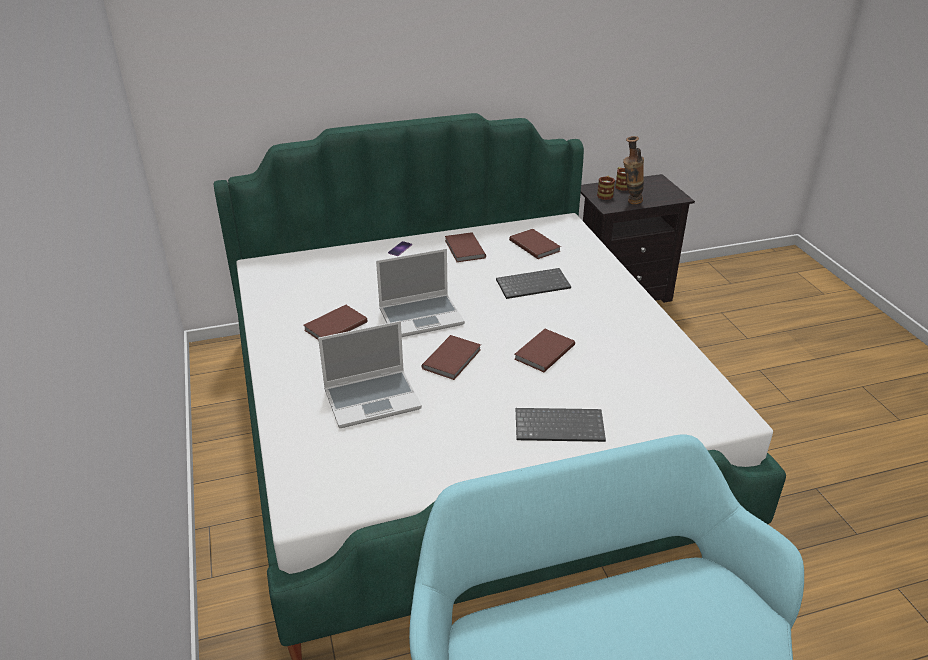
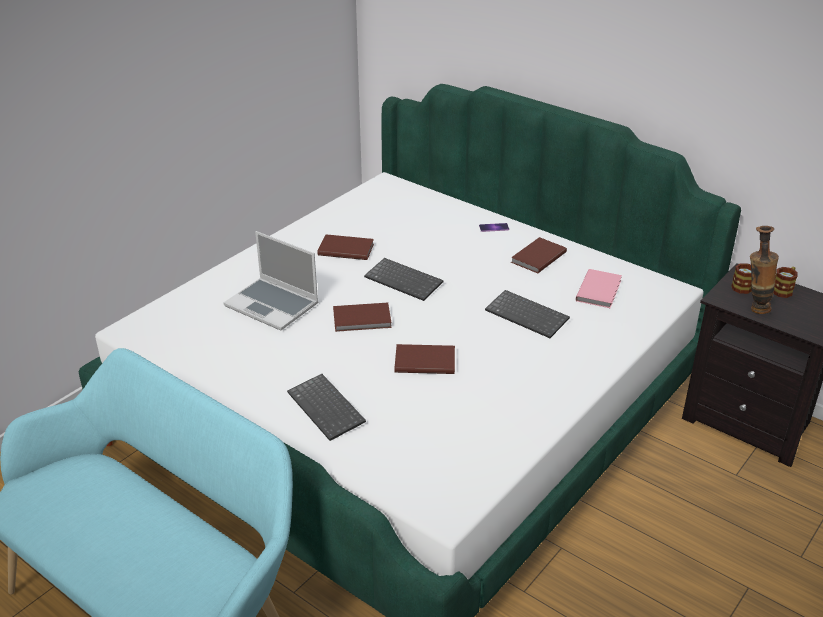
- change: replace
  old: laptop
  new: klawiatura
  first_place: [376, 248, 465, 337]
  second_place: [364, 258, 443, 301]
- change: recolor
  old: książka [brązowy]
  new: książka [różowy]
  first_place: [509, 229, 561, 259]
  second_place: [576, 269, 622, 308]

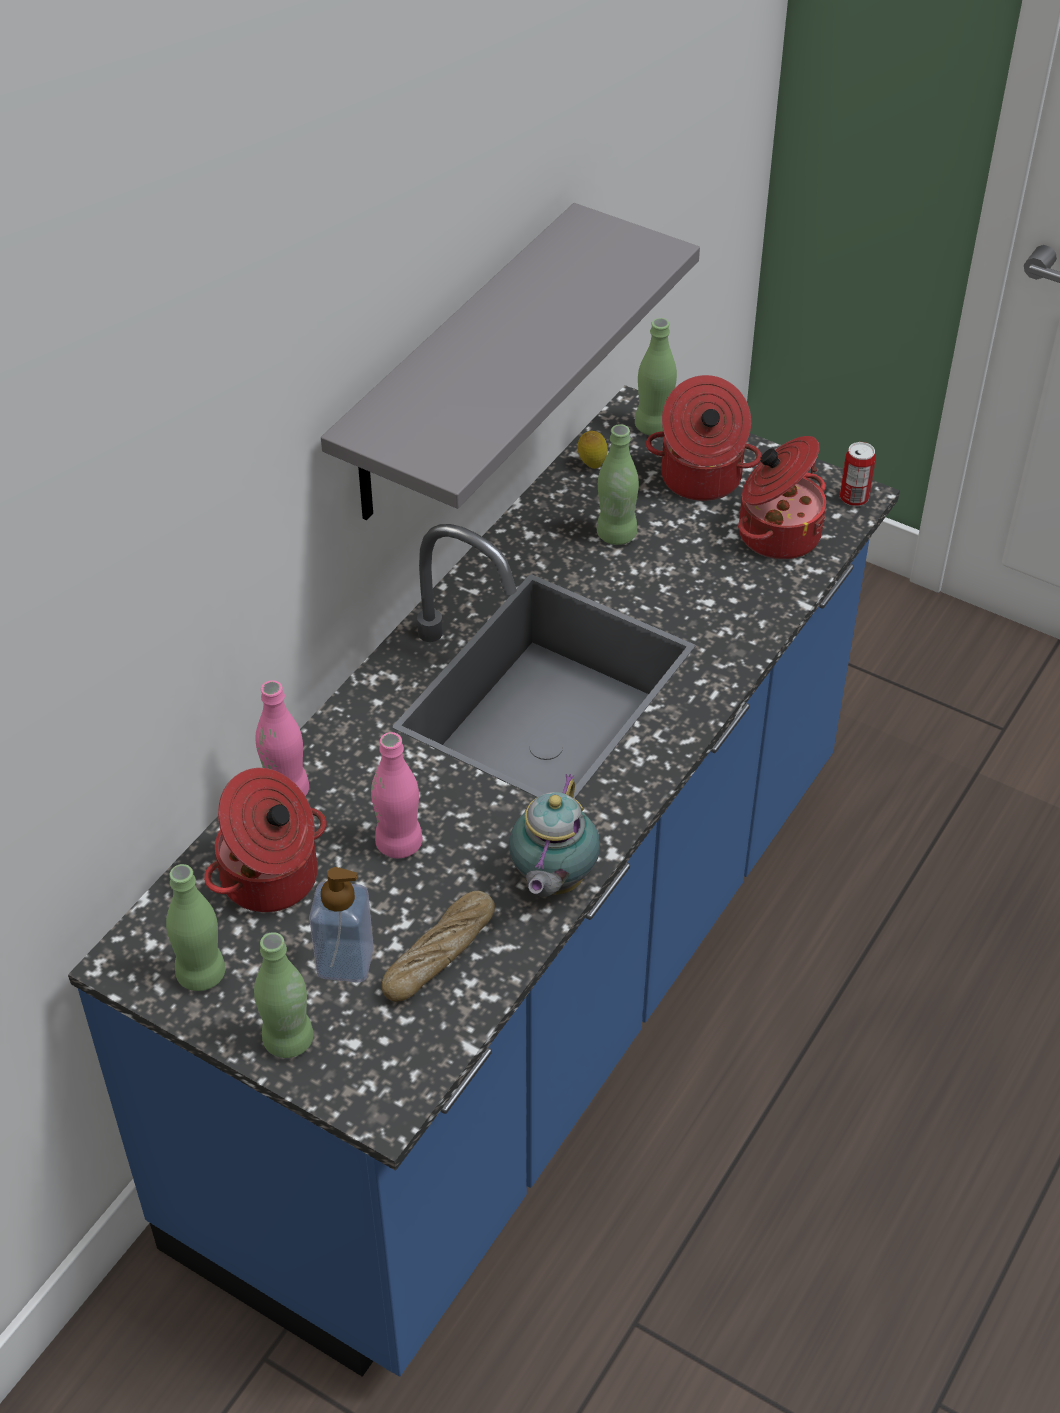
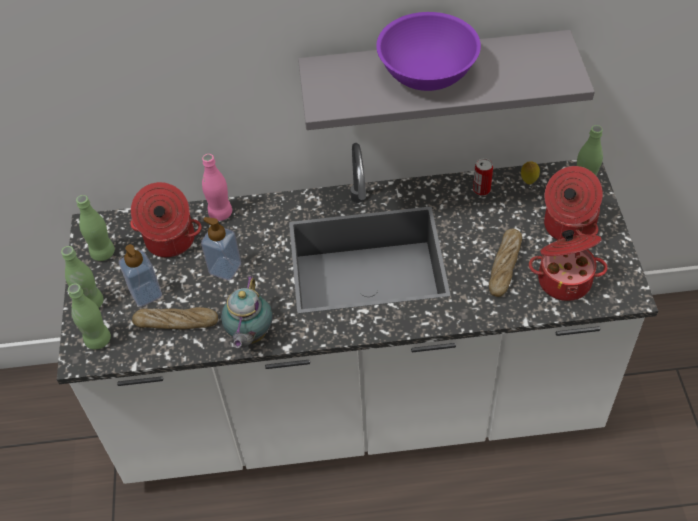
- change: recolor
  old: zabudowa kuchenna [niebieski]
  new: zabudowa kuchenna [biały]
  first_place: [68, 385, 900, 1377]
  second_place: [57, 143, 658, 484]
- change: move
  old: butelka [zielony]
  first_place: [597, 424, 639, 545]
  second_place: [68, 283, 111, 349]
- change: replace
  old: butelka [różowy]
  new: dozownik mydła
  first_place: [371, 732, 422, 858]
  second_place: [201, 217, 241, 280]
- change: rotate
  old: imbryk
  first_place: [509, 774, 600, 897]
  second_place: [221, 276, 273, 348]
  degrees: -60
- change: insert
  new: miska [fioletowy]
  second_place: [376, 12, 481, 91]
- change: move
  old: puszka
  first_place: [840, 442, 876, 506]
  second_place: [473, 158, 493, 196]
- change: insert
  new: chleb
  second_place: [489, 229, 522, 297]

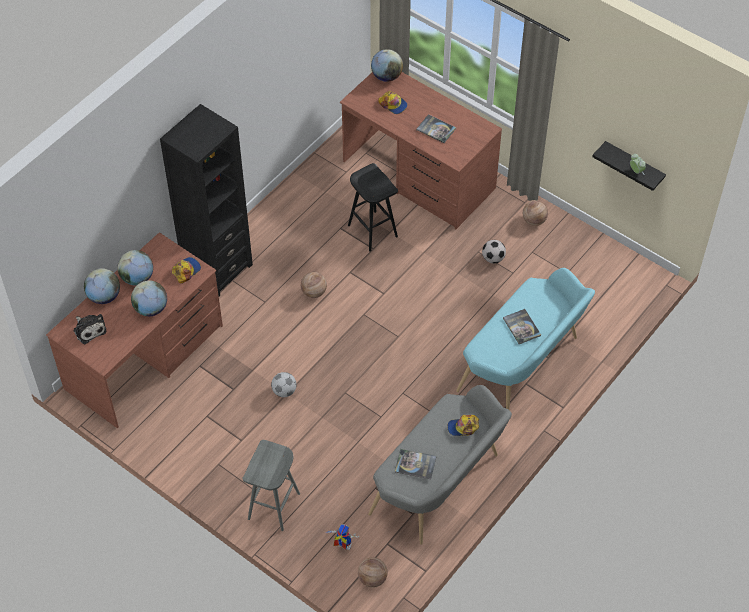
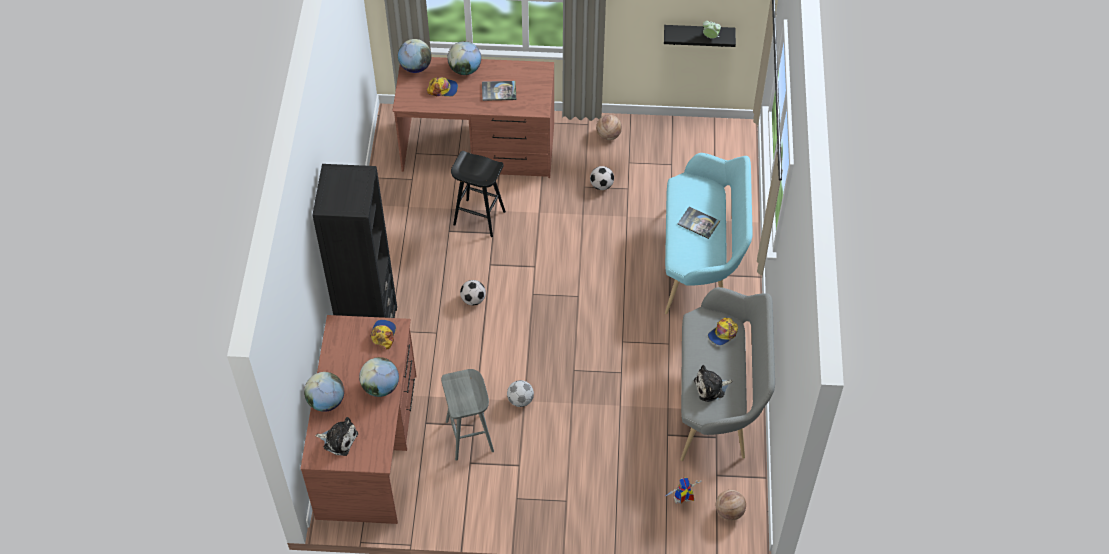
- change: move
  old: stołek [szary]
  first_place: [242, 440, 300, 531]
  second_place: [441, 369, 494, 461]
- change: move
  old: globus
  first_place: [117, 250, 153, 285]
  second_place: [447, 41, 481, 75]
- change: replace
  old: piłka do koszykówki
  new: piłka futbolowa
  first_place: [301, 272, 327, 298]
  second_place: [460, 280, 486, 305]
- change: replace
  old: książka
  new: pluszak
  first_place: [395, 449, 437, 479]
  second_place: [694, 365, 732, 402]

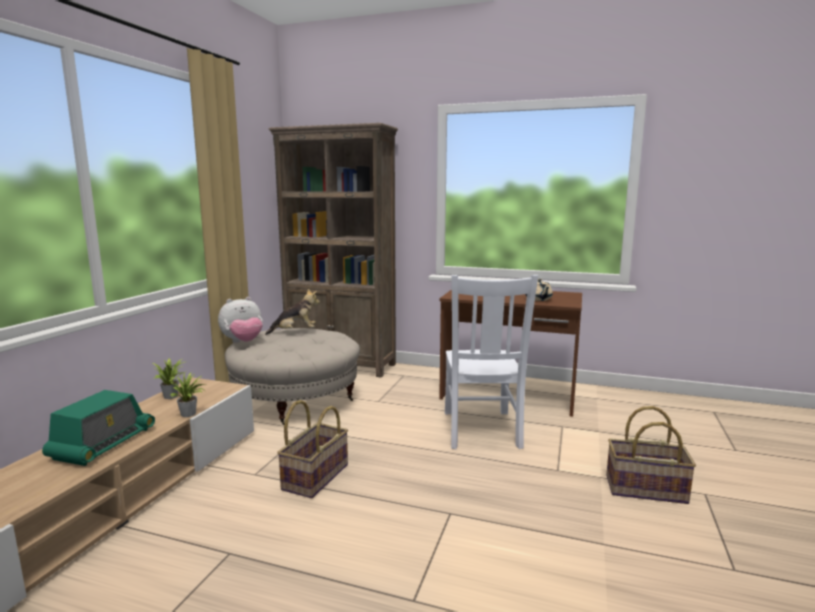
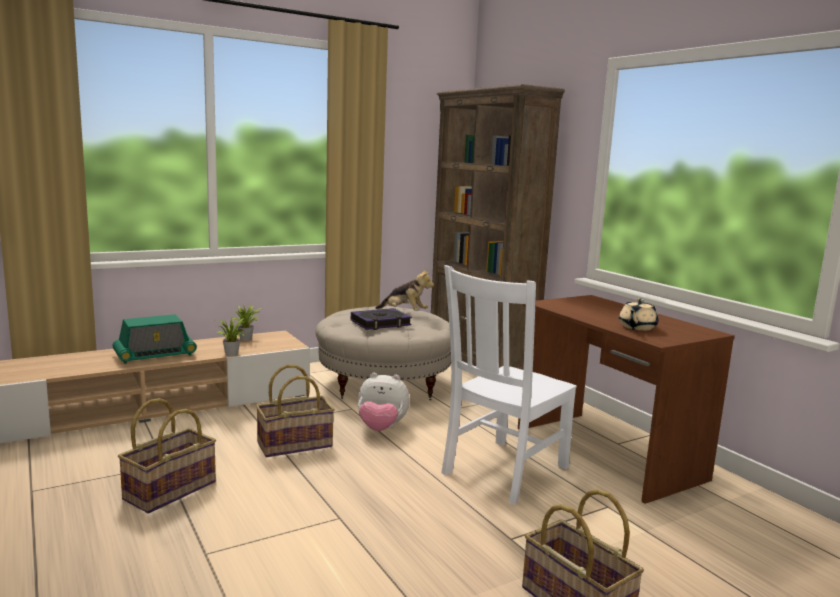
- change: insert
  new: koszyk
  second_place: [118, 398, 216, 514]
- change: insert
  new: książka
  second_place: [351, 308, 412, 330]
- change: move
  old: pluszak
  first_place: [218, 297, 263, 343]
  second_place: [358, 373, 410, 431]

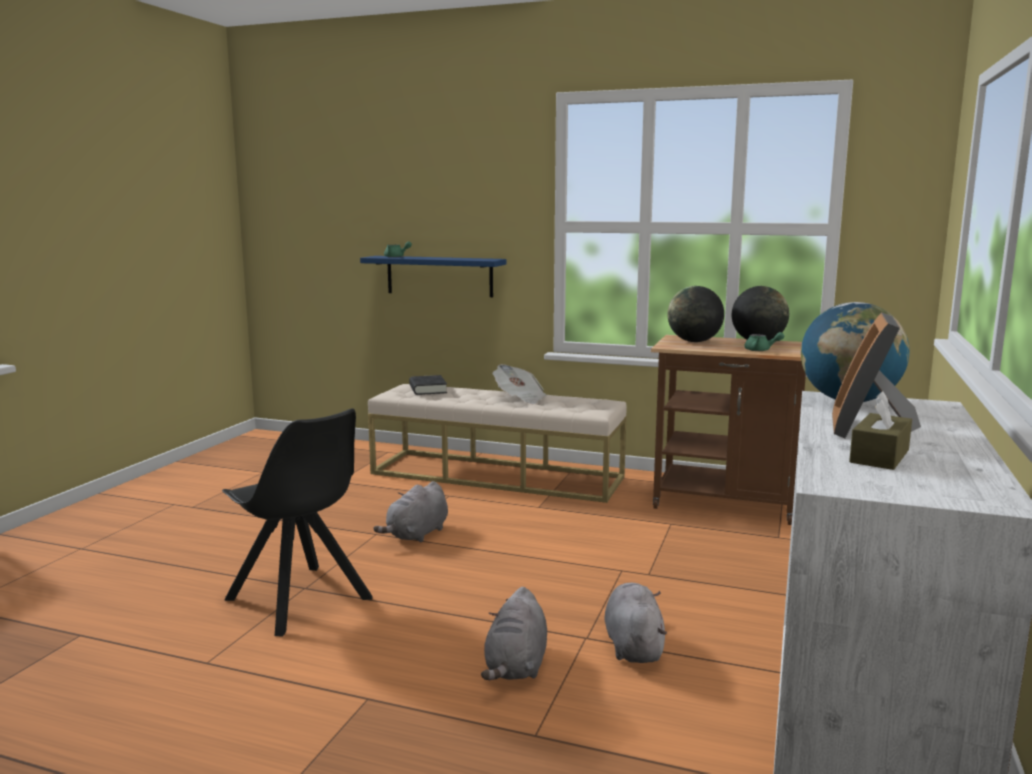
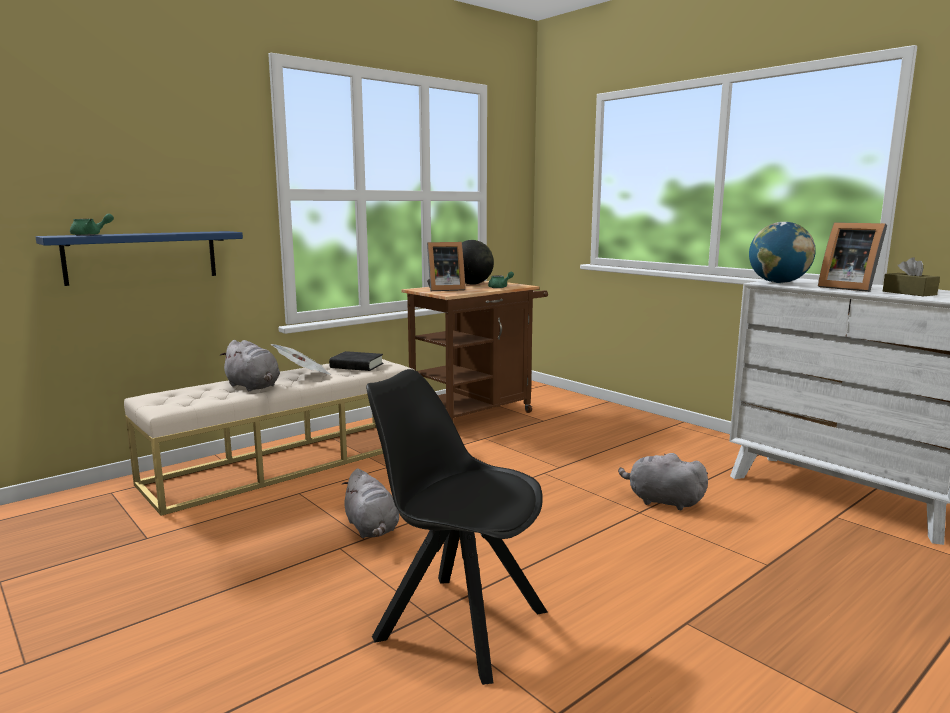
- change: move
  old: pluszak [szary]
  first_place: [481, 587, 547, 680]
  second_place: [220, 340, 280, 391]
- change: move
  old: książka [czarny]
  first_place: [409, 375, 447, 395]
  second_place: [329, 351, 383, 371]
- change: rotate
  old: krzesło [czarny]
  first_place: [222, 408, 372, 636]
  second_place: [366, 369, 548, 685]
  degrees: -135
- change: replace
  old: globus
  new: ramka na zdjęcie
  first_place: [667, 286, 724, 342]
  second_place: [427, 242, 465, 291]

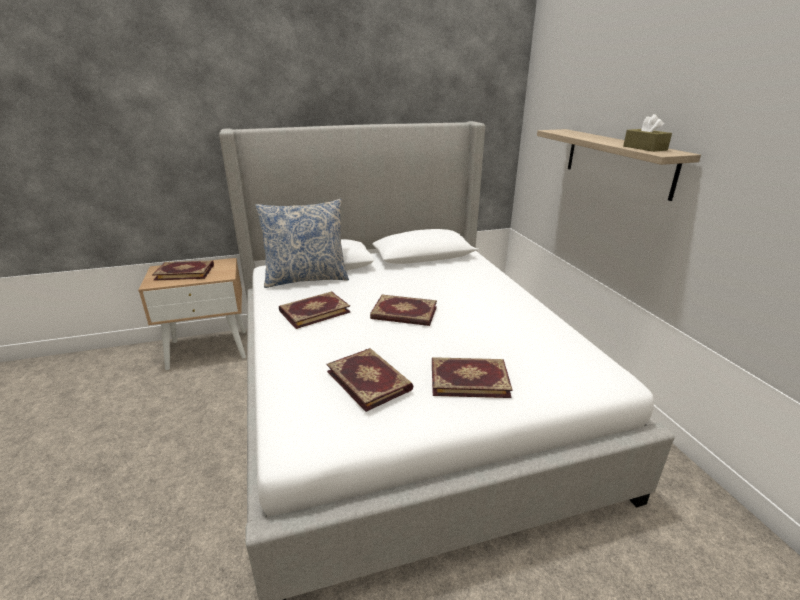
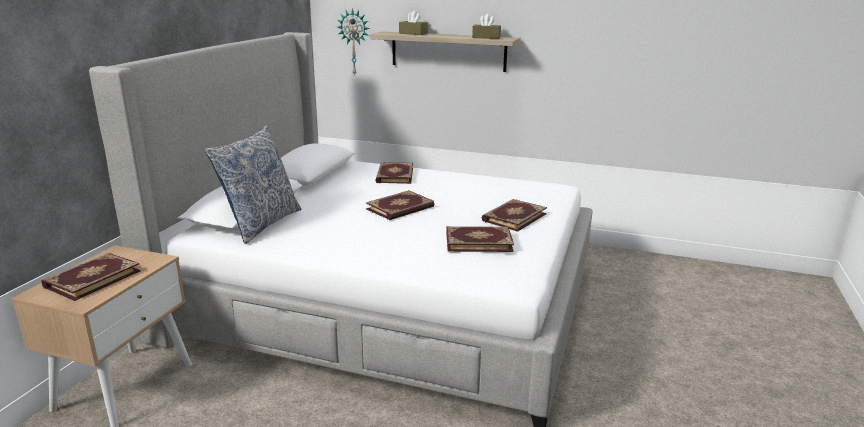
- change: insert
  new: zegar ścienny
  second_place: [337, 8, 370, 76]
- change: move
  old: książka
  first_place: [279, 291, 350, 329]
  second_place: [375, 163, 413, 184]
- change: insert
  new: pudełko chusteczek [brązowy]
  second_place: [399, 11, 428, 35]

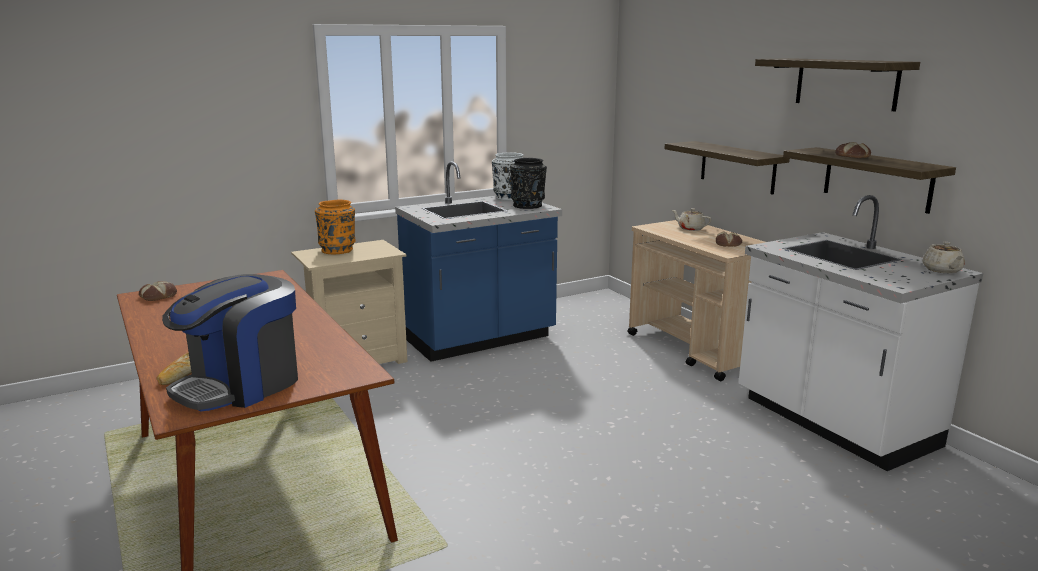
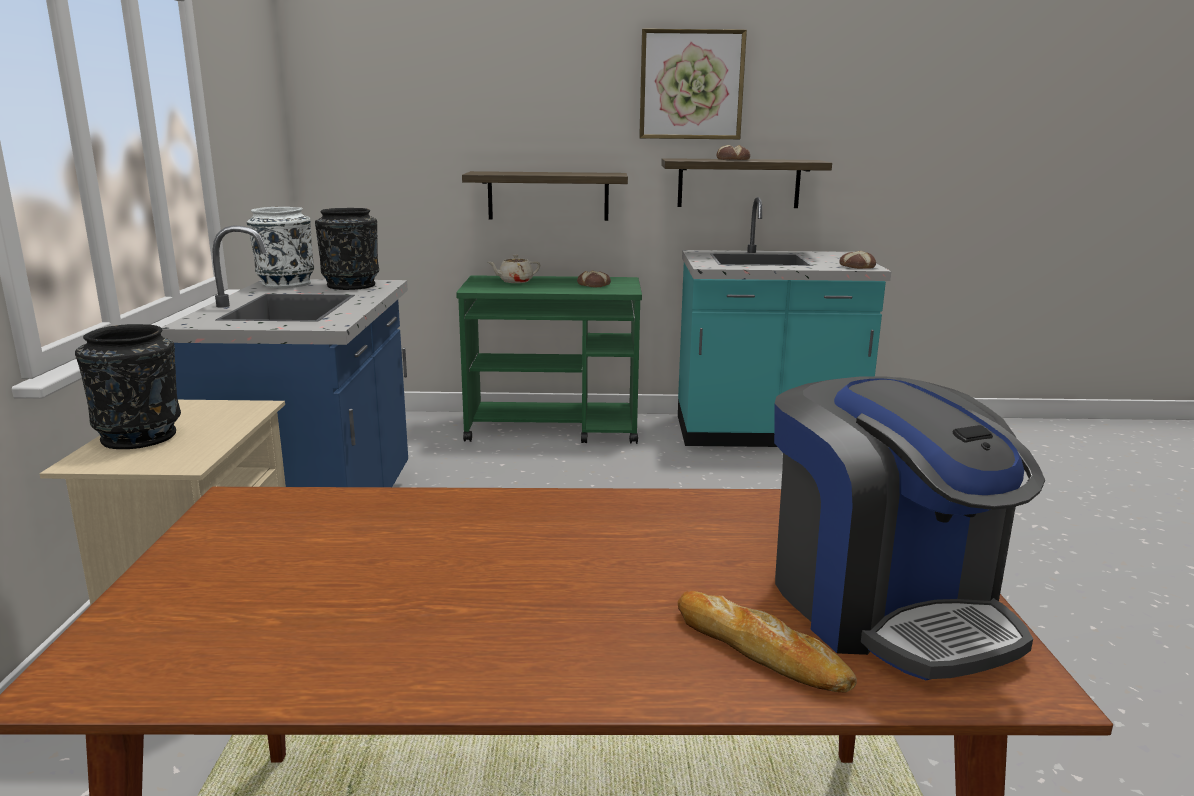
- change: recolor
  old: wazon [pomarańczowy]
  new: wazon [czarny]
  first_place: [315, 200, 356, 254]
  second_place: [75, 324, 181, 449]
- change: recolor
  old: wózek [beżowy]
  new: wózek [zielony]
  first_place: [627, 220, 765, 381]
  second_place: [456, 275, 642, 444]
- change: replace
  old: półka
  new: obraz
  first_place: [755, 58, 920, 112]
  second_place: [639, 29, 747, 139]
- change: recolor
  old: zabudowa kuchenna [biały]
  new: zabudowa kuchenna [turkusowy]
  first_place: [738, 195, 983, 471]
  second_place: [678, 197, 891, 447]
- change: move
  old: chleb
  first_place: [139, 281, 177, 301]
  second_place: [839, 251, 876, 269]
- change: delete
  old: imbryk [beżowy]
  first_place: [922, 242, 965, 273]

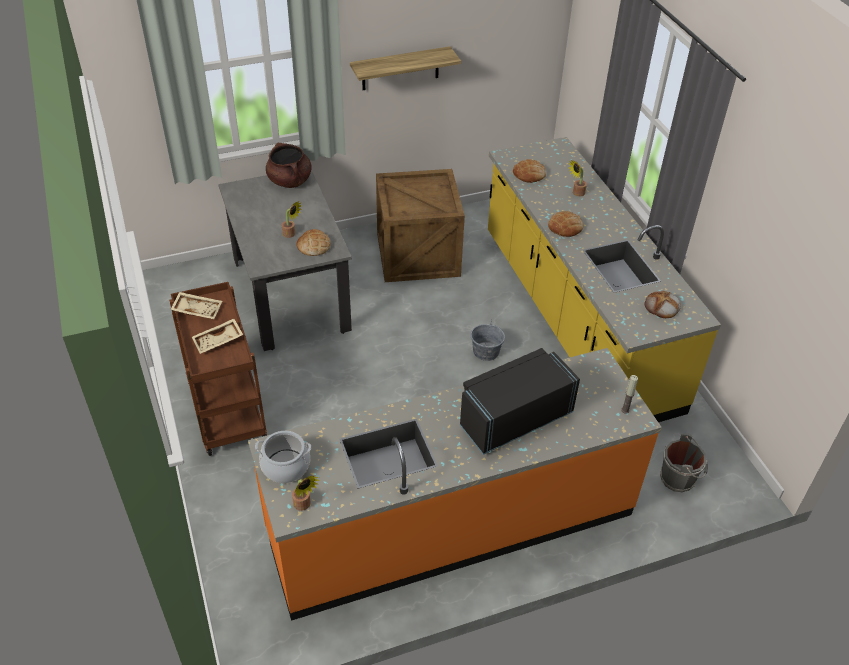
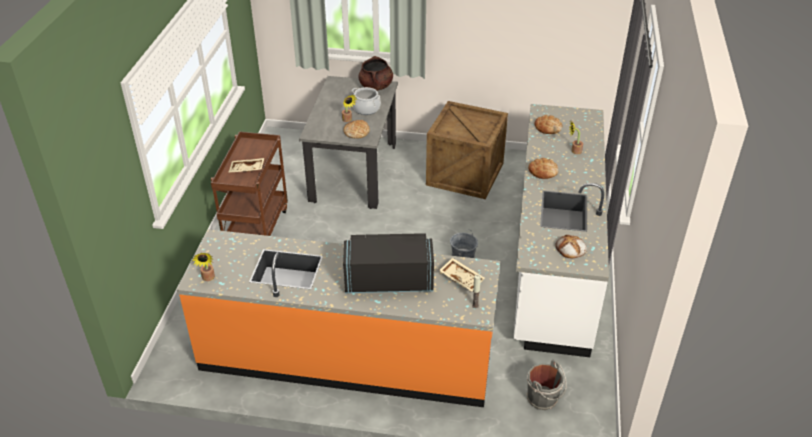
- change: move
  old: garnek
  first_place: [255, 431, 311, 483]
  second_place: [352, 87, 381, 115]
- change: move
  old: taca [beżowy]
  first_place: [170, 292, 222, 319]
  second_place: [439, 258, 485, 292]
- change: recolor
  old: zabudowa kuchenna [żółty]
  new: zabudowa kuchenna [biały]
  first_place: [488, 137, 721, 422]
  second_place: [514, 104, 609, 357]
- change: delete
  old: półka
  first_place: [350, 46, 461, 90]

